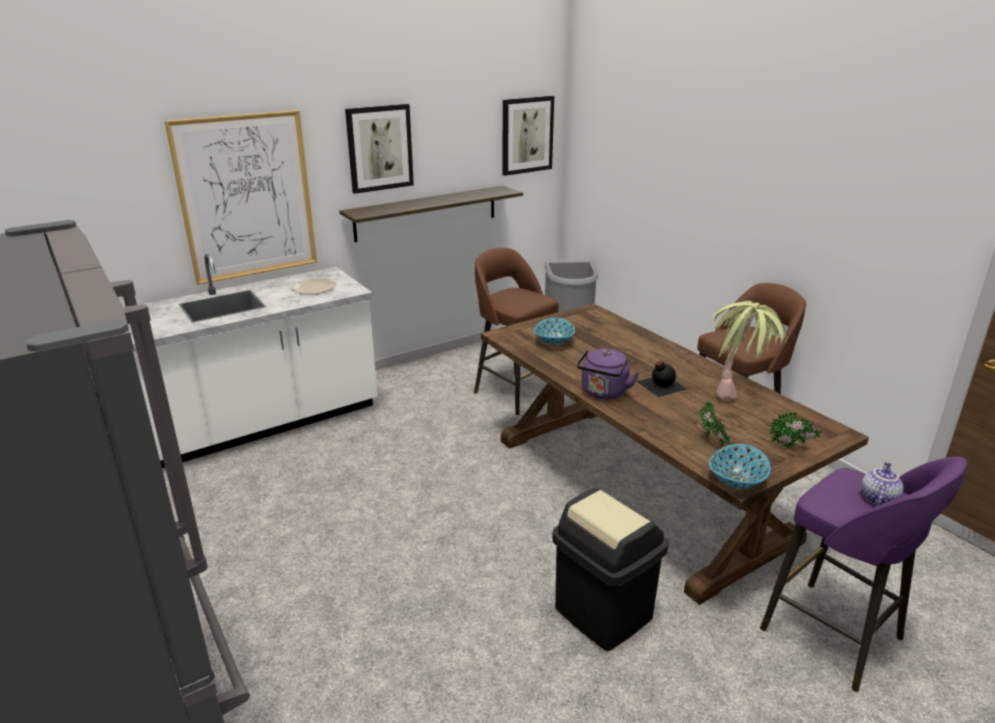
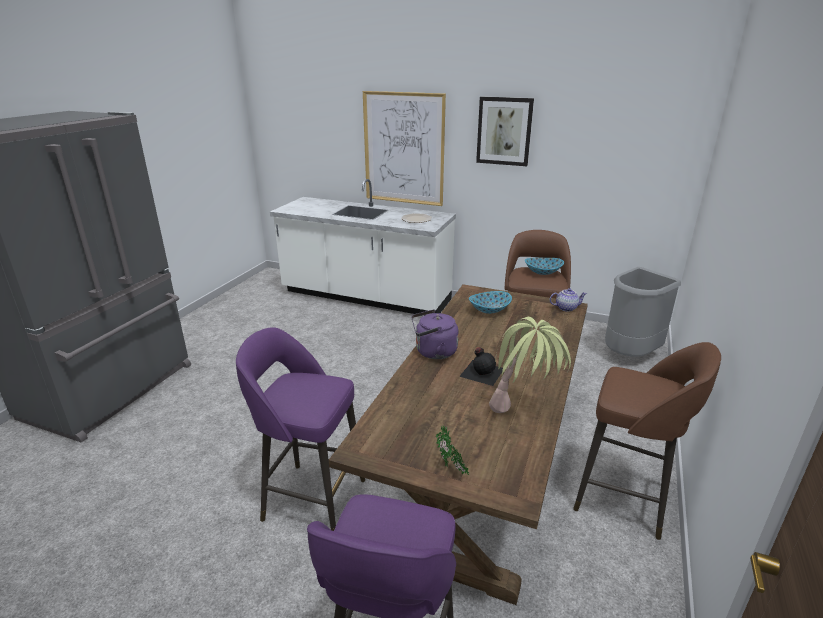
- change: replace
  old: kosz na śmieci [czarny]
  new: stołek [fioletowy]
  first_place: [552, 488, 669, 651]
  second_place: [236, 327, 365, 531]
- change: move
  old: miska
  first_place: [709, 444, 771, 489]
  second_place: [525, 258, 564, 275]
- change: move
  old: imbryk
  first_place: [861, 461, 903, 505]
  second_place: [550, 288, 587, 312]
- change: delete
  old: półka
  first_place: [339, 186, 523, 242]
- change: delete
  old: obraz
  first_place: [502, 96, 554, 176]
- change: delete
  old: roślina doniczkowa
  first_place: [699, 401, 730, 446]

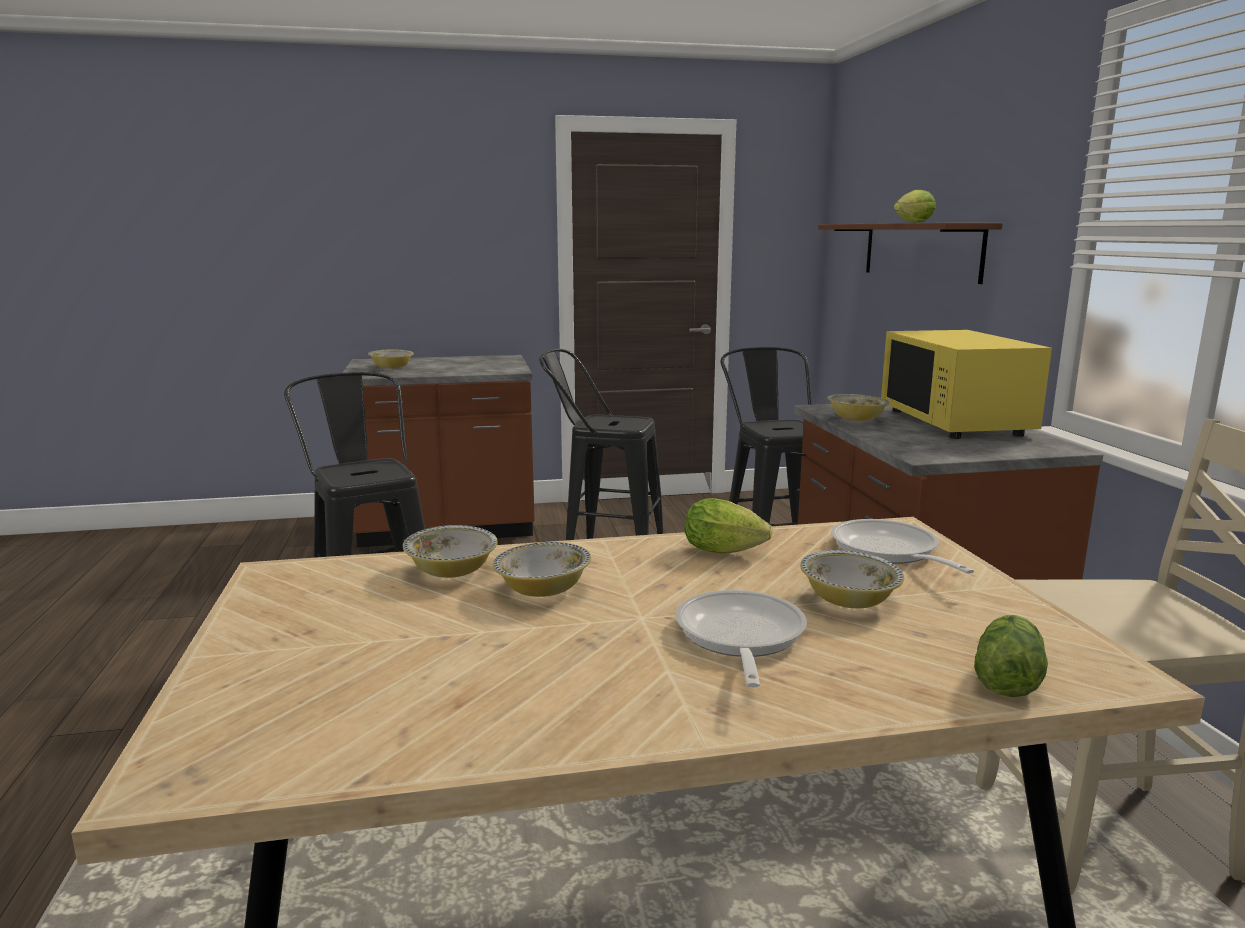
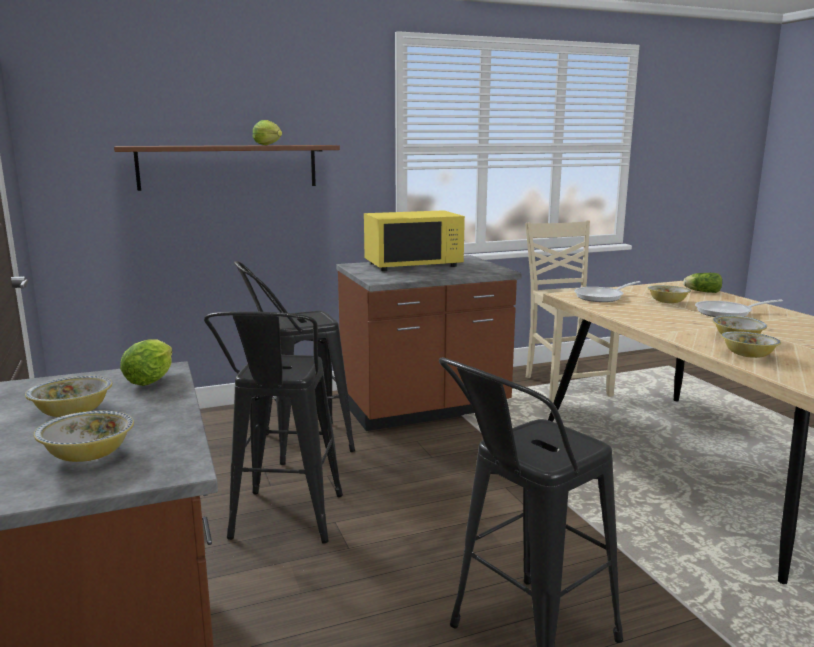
- change: move
  old: miska
  first_place: [827, 394, 890, 421]
  second_place: [25, 376, 112, 417]
- change: move
  old: sałata
  first_place: [685, 498, 773, 554]
  second_place: [120, 340, 172, 386]

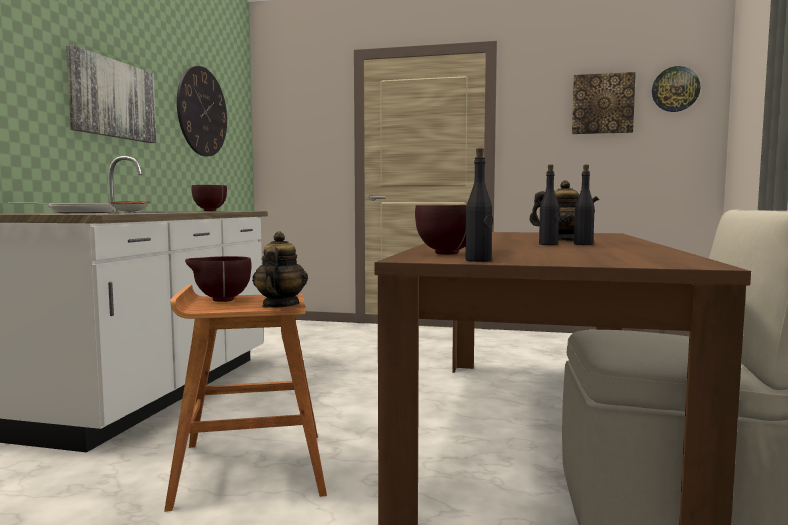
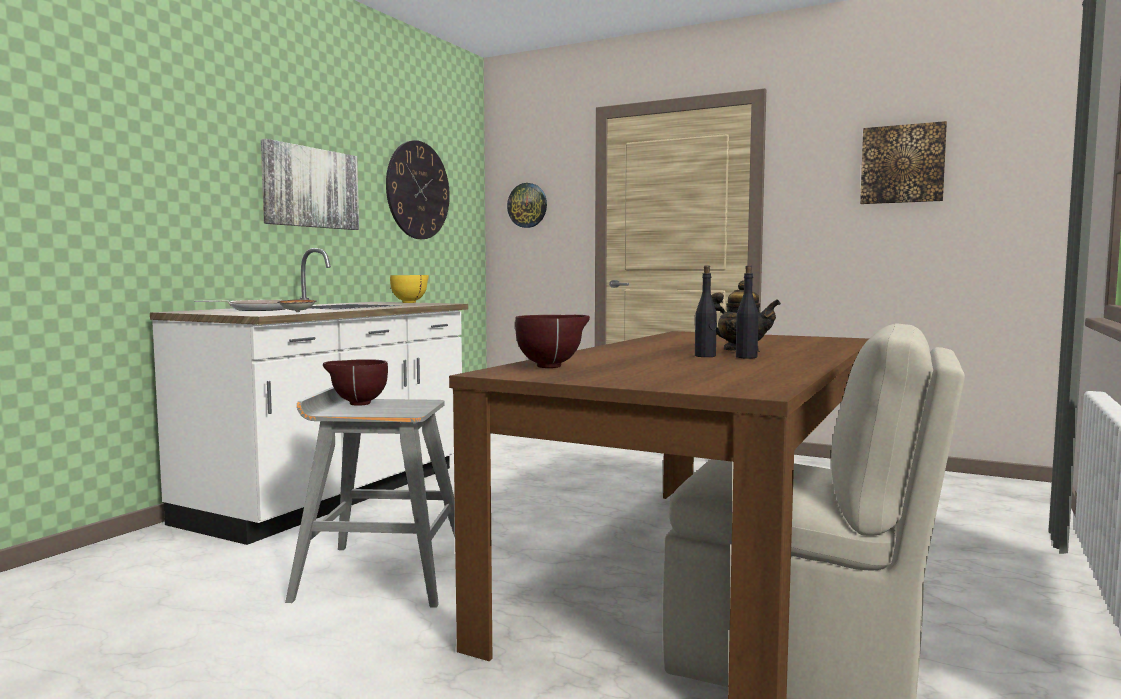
- change: recolor
  old: stołek [brązowy]
  new: stołek [szary]
  first_place: [164, 285, 327, 512]
  second_place: [285, 387, 455, 608]
- change: recolor
  old: miska [brązowy]
  new: miska [żółty]
  first_place: [191, 185, 227, 211]
  second_place: [390, 275, 429, 303]
- change: move
  old: zegar ścienny
  first_place: [652, 66, 701, 112]
  second_place: [507, 183, 547, 228]
- change: delete
  old: imbryk
  first_place: [252, 232, 308, 308]
- change: delete
  old: butelka [czarny]
  first_place: [465, 148, 493, 262]

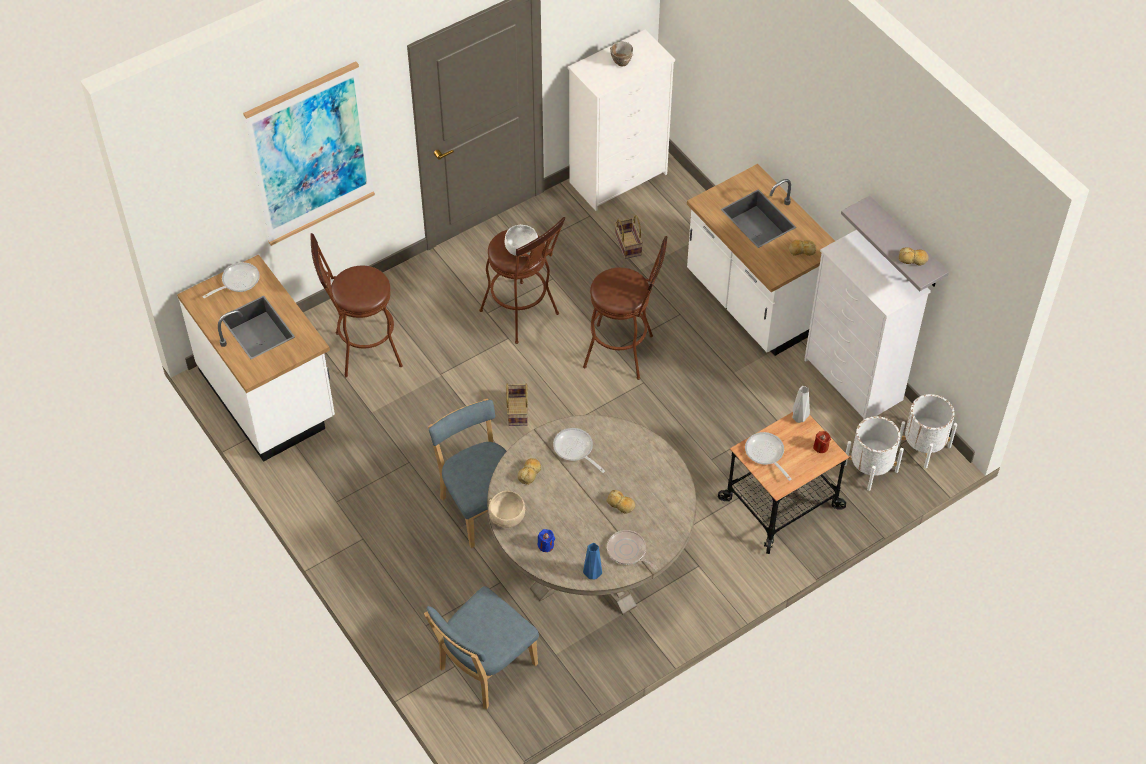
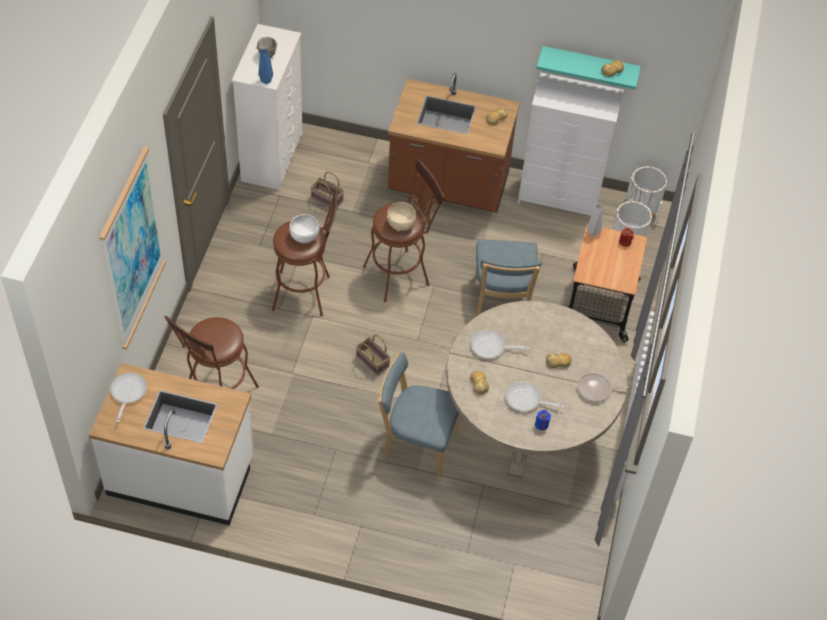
- change: move
  old: wazon [niebieski]
  first_place: [583, 543, 602, 579]
  second_place: [258, 49, 273, 84]
- change: move
  old: miska [beżowy]
  first_place: [489, 491, 525, 528]
  second_place: [387, 202, 416, 231]
- change: recolor
  old: zabudowa kuchenna [biały]
  new: zabudowa kuchenna [brązowy]
  first_place: [687, 164, 835, 356]
  second_place: [388, 73, 520, 212]
- change: move
  old: krzesło [niebieski]
  first_place: [424, 586, 539, 709]
  second_place: [475, 240, 542, 316]
- change: move
  old: patelnia
  first_place: [745, 432, 792, 481]
  second_place: [505, 381, 564, 411]
- change: recolor
  old: półka [szary]
  new: półka [turkusowy]
  first_place: [841, 196, 949, 291]
  second_place: [536, 46, 641, 90]

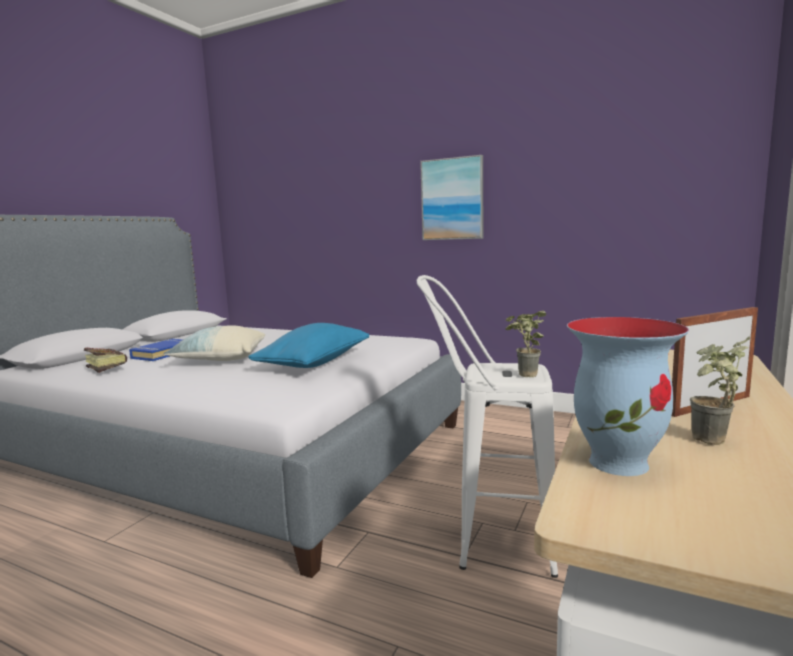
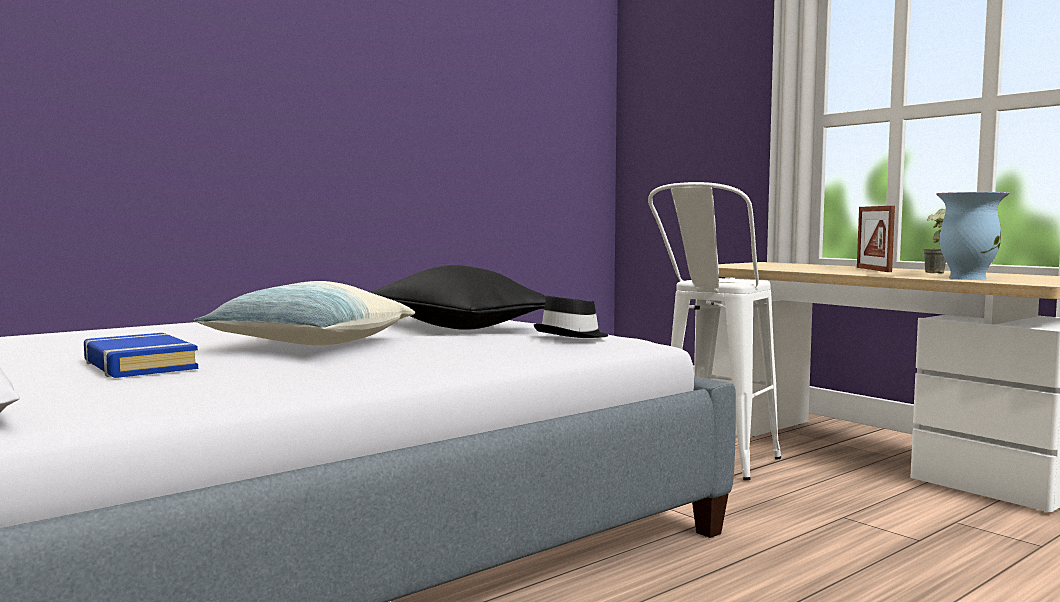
- change: recolor
  old: poduszka [niebieski]
  new: poduszka [czarny]
  first_place: [248, 323, 369, 368]
  second_place: [370, 265, 546, 330]
- change: insert
  new: kapelusz [czarny]
  second_place: [533, 296, 608, 338]
- change: delete
  old: książka
  first_place: [84, 347, 127, 373]
- change: delete
  old: obraz
  first_place: [420, 155, 483, 240]
- change: delete
  old: roślina doniczkowa
  first_place: [505, 310, 546, 377]

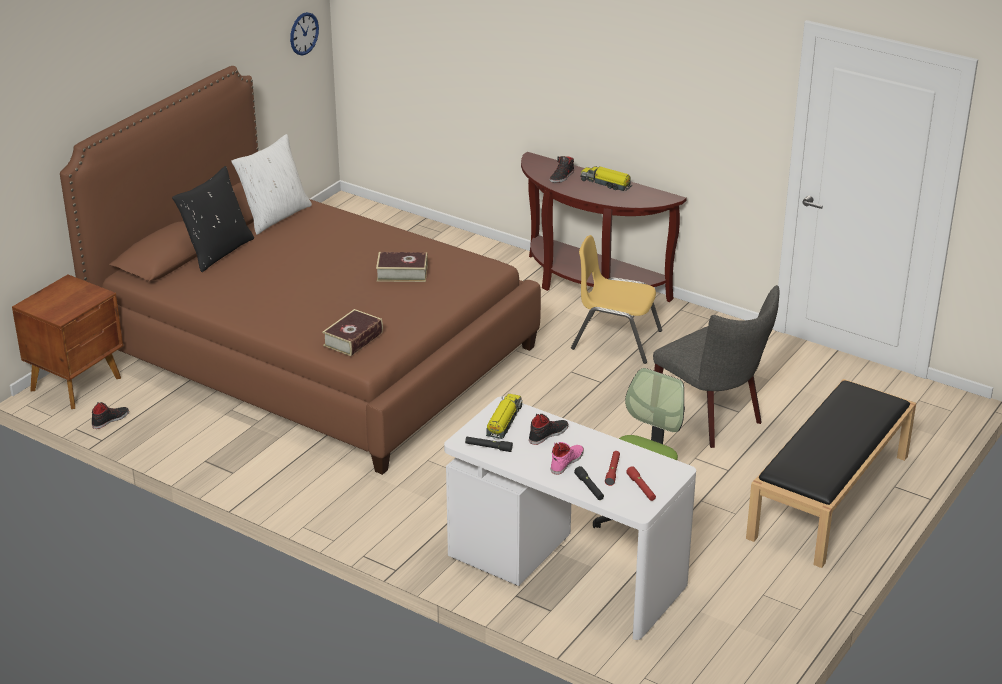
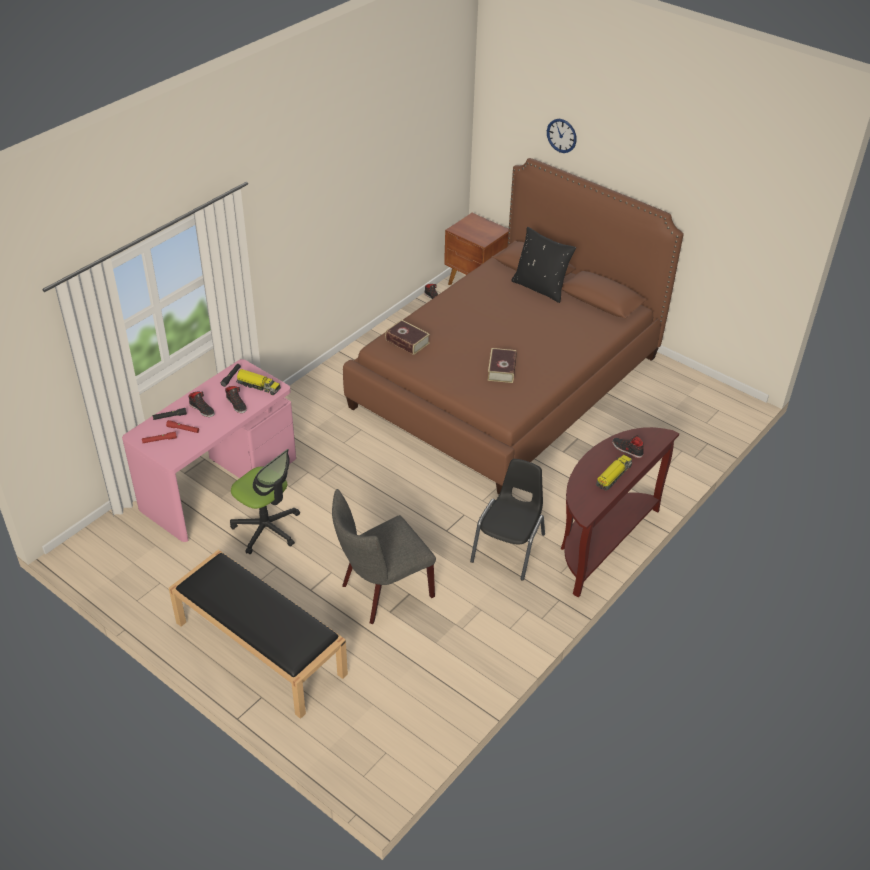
- change: recolor
  old: biurko [biały]
  new: biurko [różowy]
  first_place: [444, 396, 696, 640]
  second_place: [122, 359, 296, 542]
- change: recolor
  old: but [różowy]
  new: but [czarny]
  first_place: [551, 442, 584, 475]
  second_place: [188, 392, 215, 417]
- change: recolor
  old: krzesło [żółty]
  new: krzesło [czarny]
  first_place: [571, 235, 662, 364]
  second_place: [470, 459, 545, 581]
- change: move
  old: zegar ścienny
  first_place: [290, 12, 319, 56]
  second_place: [547, 119, 577, 153]
- change: delete
  old: poduszka [biały]
  first_place: [231, 134, 312, 235]

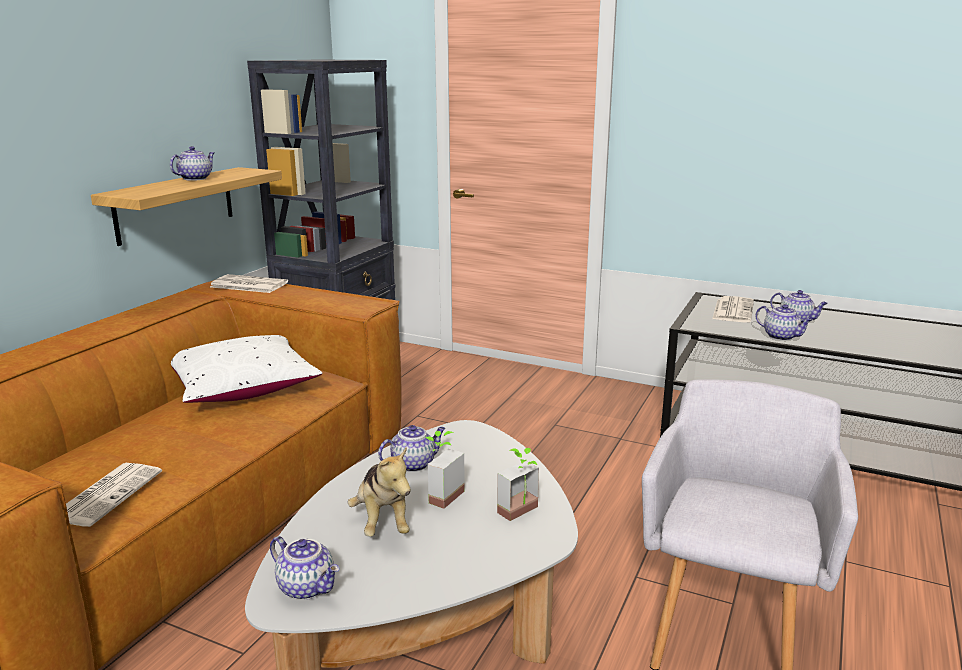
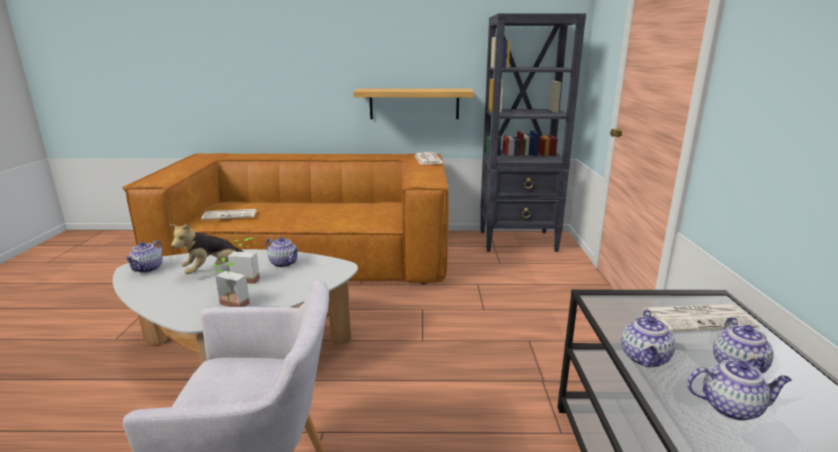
- change: move
  old: imbryk
  first_place: [170, 146, 215, 181]
  second_place: [687, 360, 792, 421]
- change: delete
  old: poduszka [biały]
  first_place: [171, 335, 323, 403]

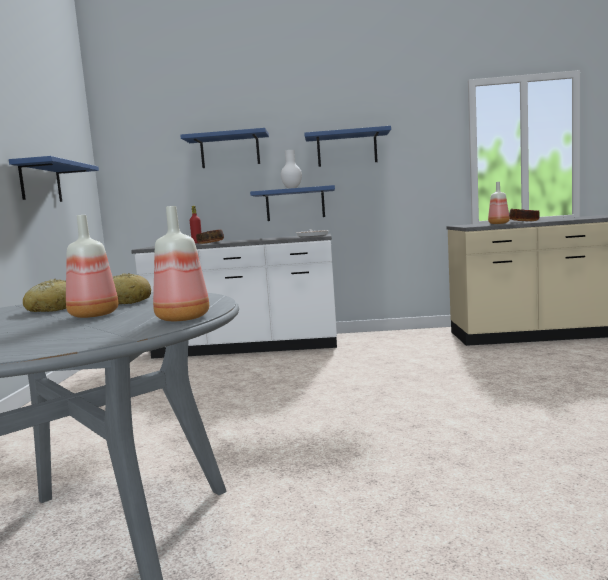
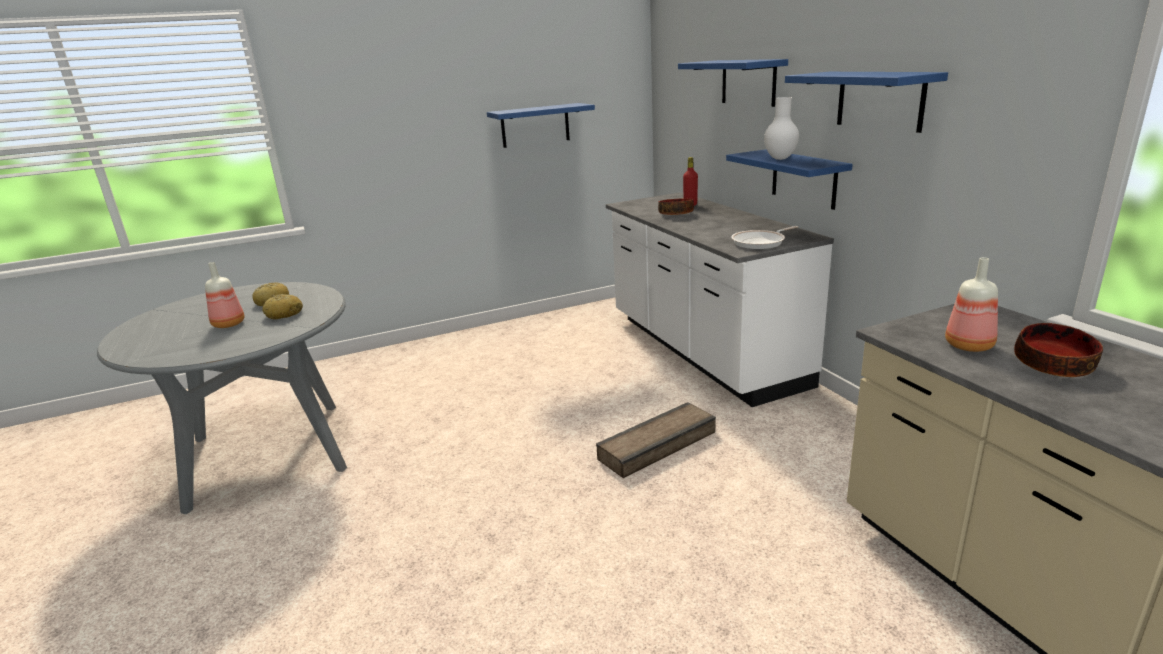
- change: insert
  new: skrzynka
  second_place: [596, 402, 716, 478]
- change: delete
  old: butelka
  first_place: [153, 206, 209, 321]

